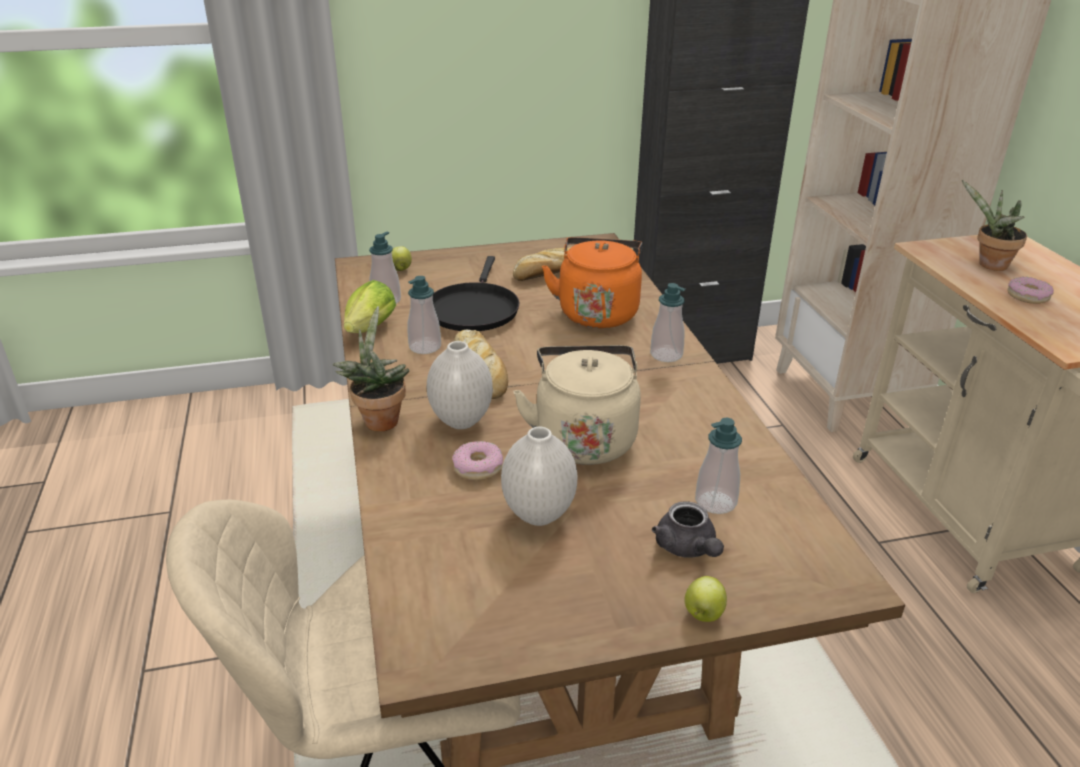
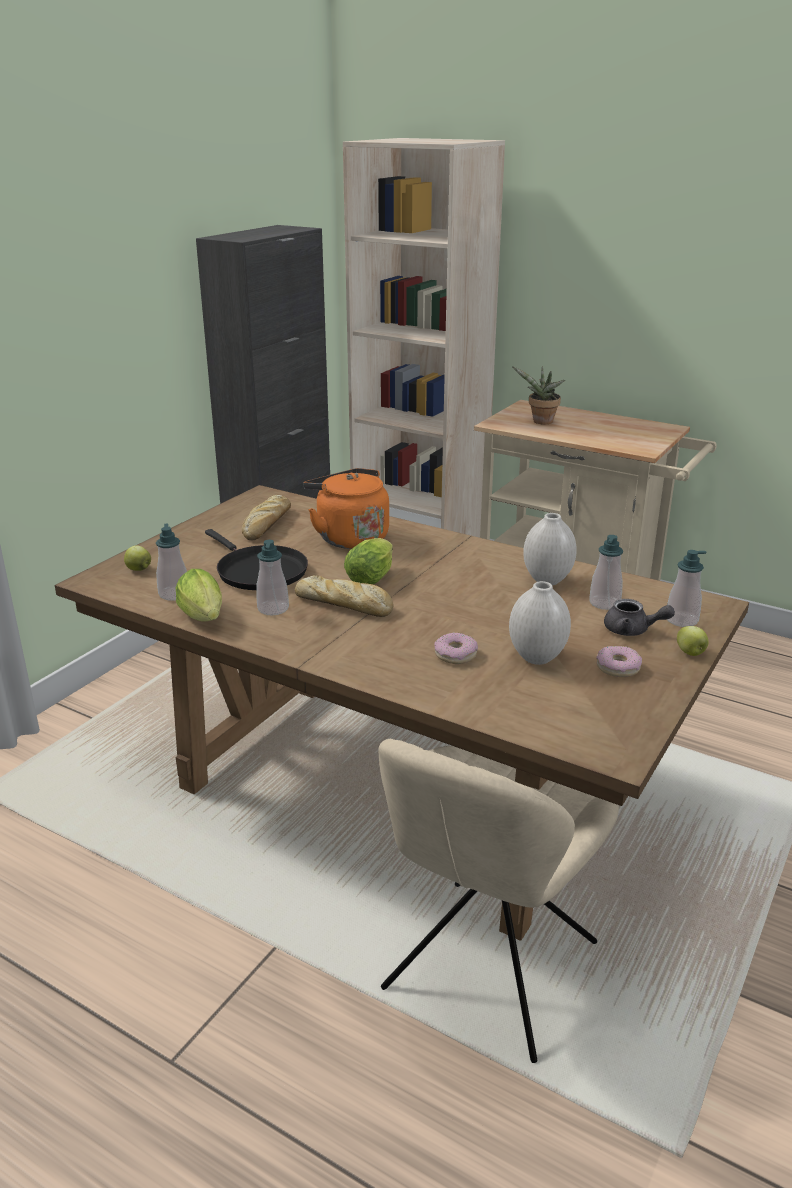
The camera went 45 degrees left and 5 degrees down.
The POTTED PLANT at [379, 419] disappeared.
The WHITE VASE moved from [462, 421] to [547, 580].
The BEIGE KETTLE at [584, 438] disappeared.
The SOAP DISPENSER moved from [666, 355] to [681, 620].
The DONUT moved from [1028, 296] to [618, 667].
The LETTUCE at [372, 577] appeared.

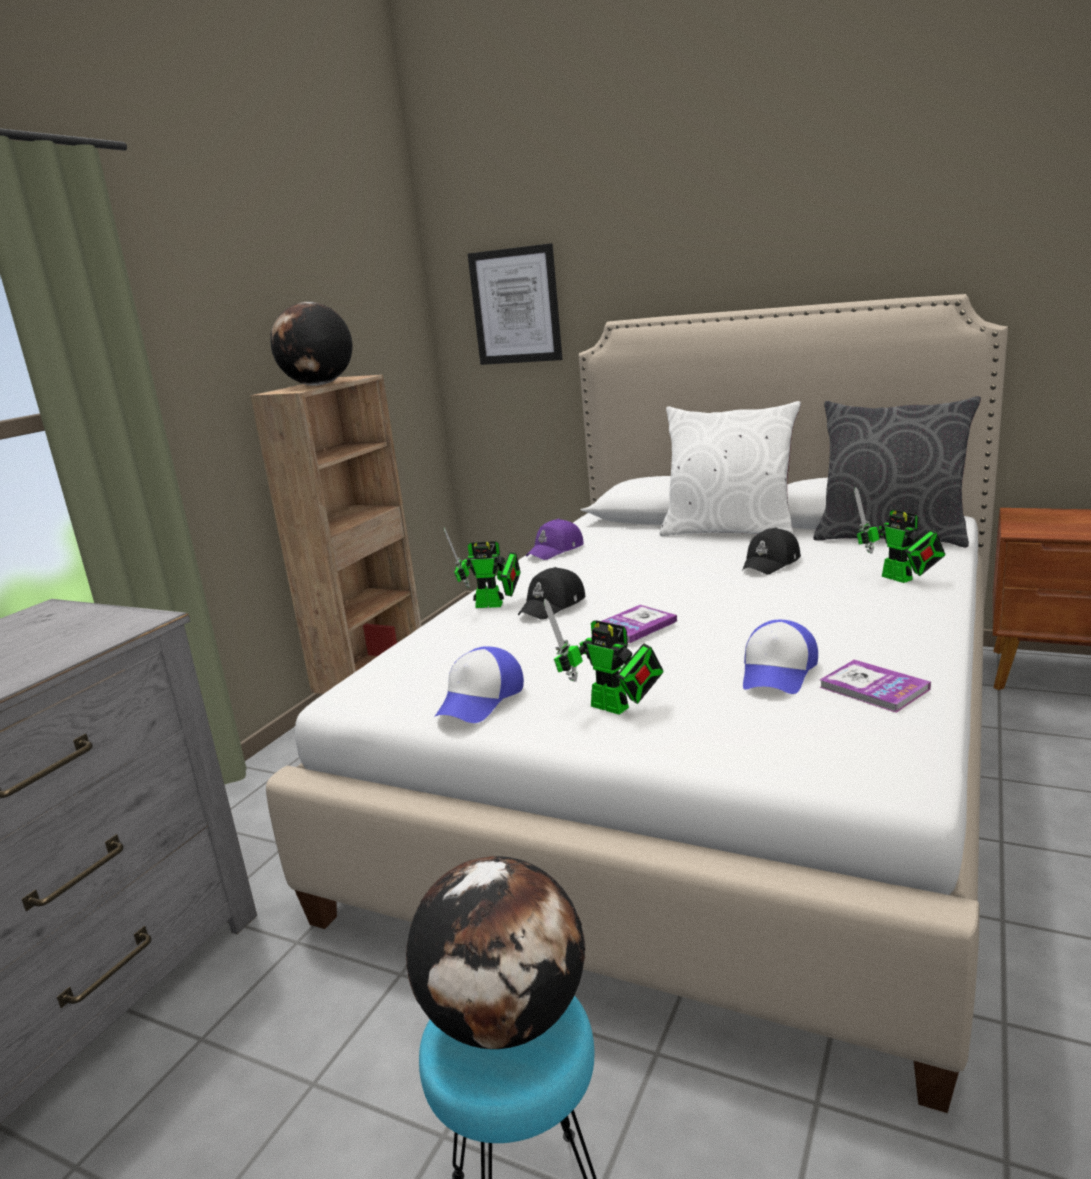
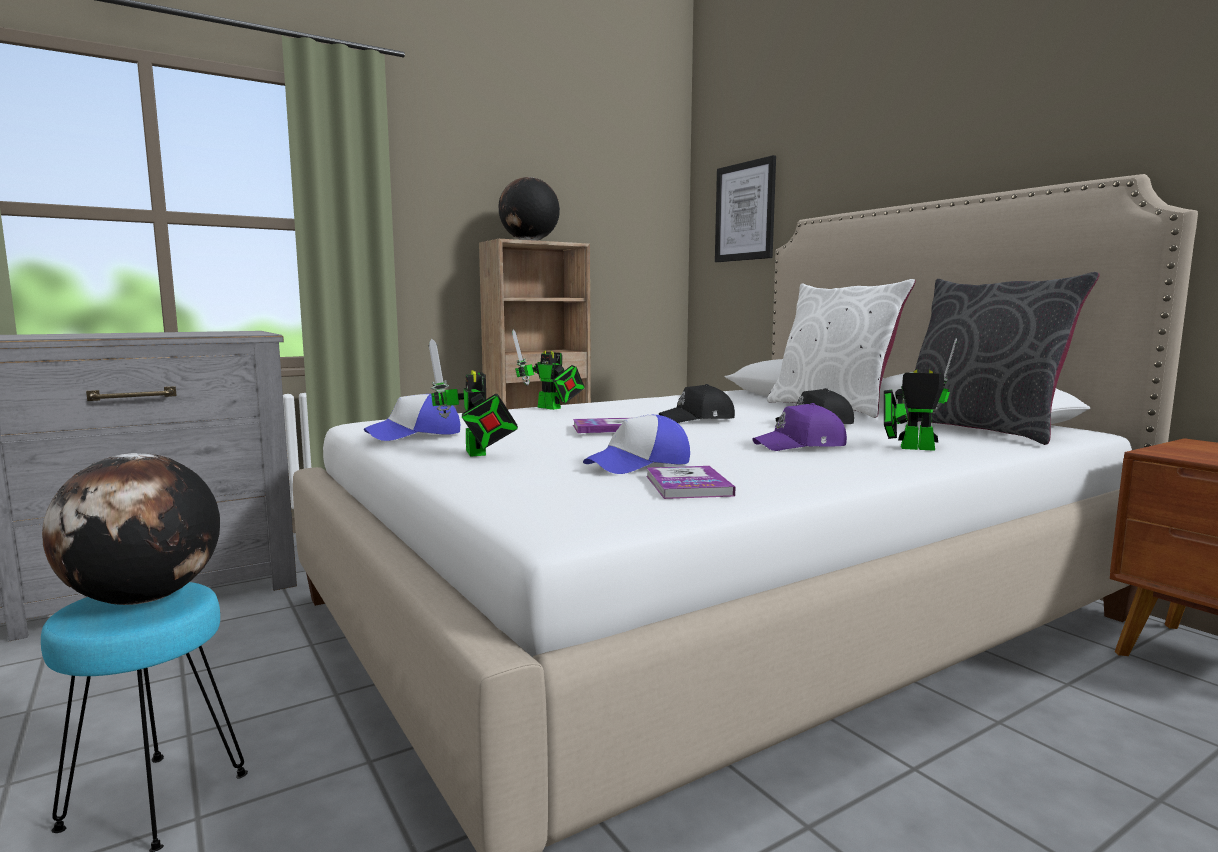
The camera went 30 degrees right and 10 degrees down.
The BLACK CAP moved from [553, 605] to [698, 419].
The PURPLE CAP moved from [556, 550] to [801, 446].
The TOY ROBOT at [901, 579] turned 105 degrees clockwise.

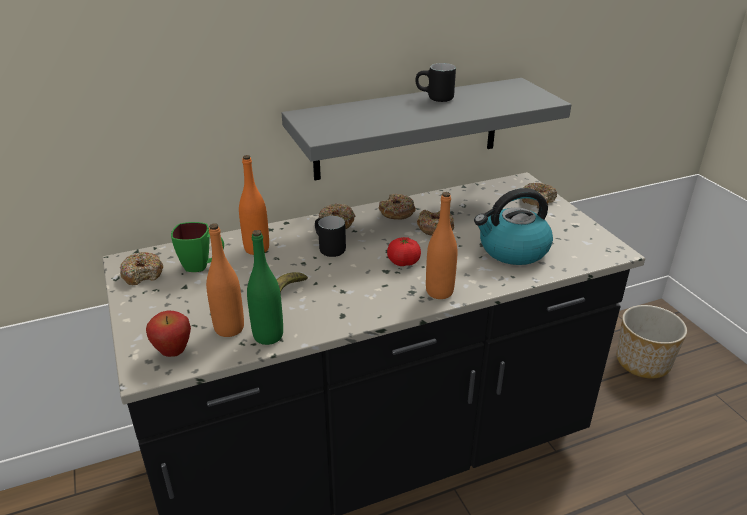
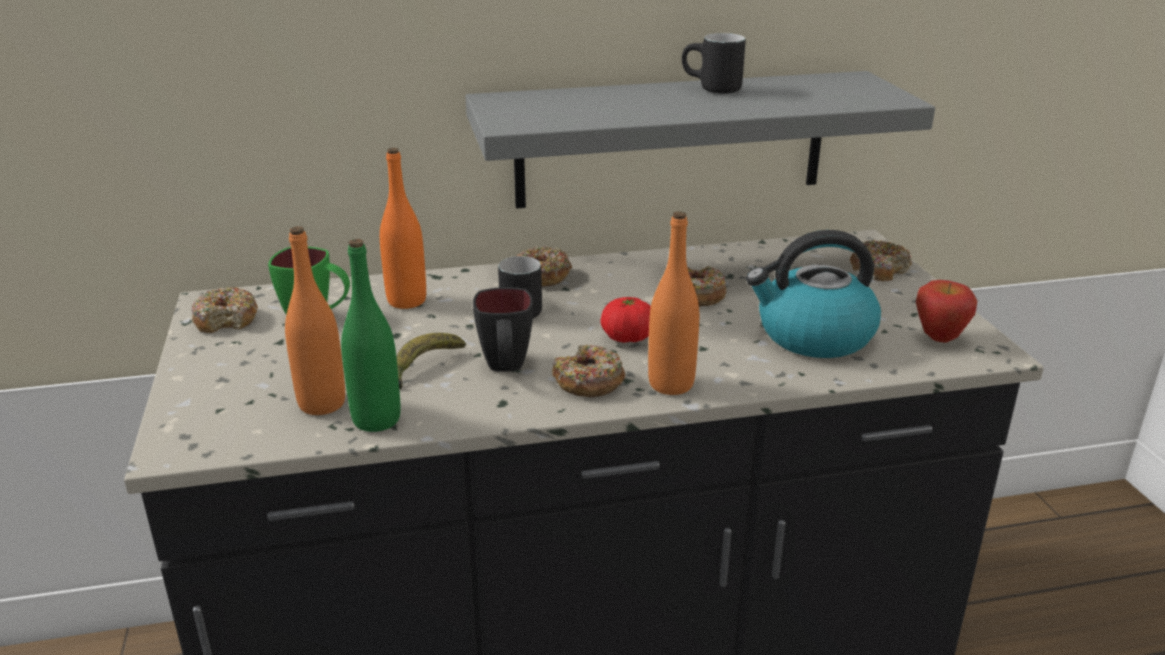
The camera went 10 degrees right and 5 degrees down.
The APPLE moved from [173, 352] to [939, 338].
The DONUT moved from [397, 212] to [589, 382].
The PLANTER at [643, 362] disappeared.
The BLACK MUG at [506, 369] appeared.

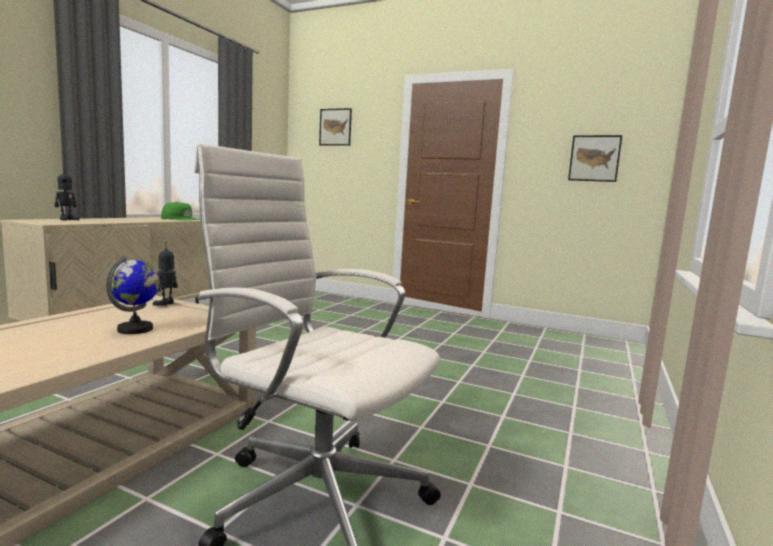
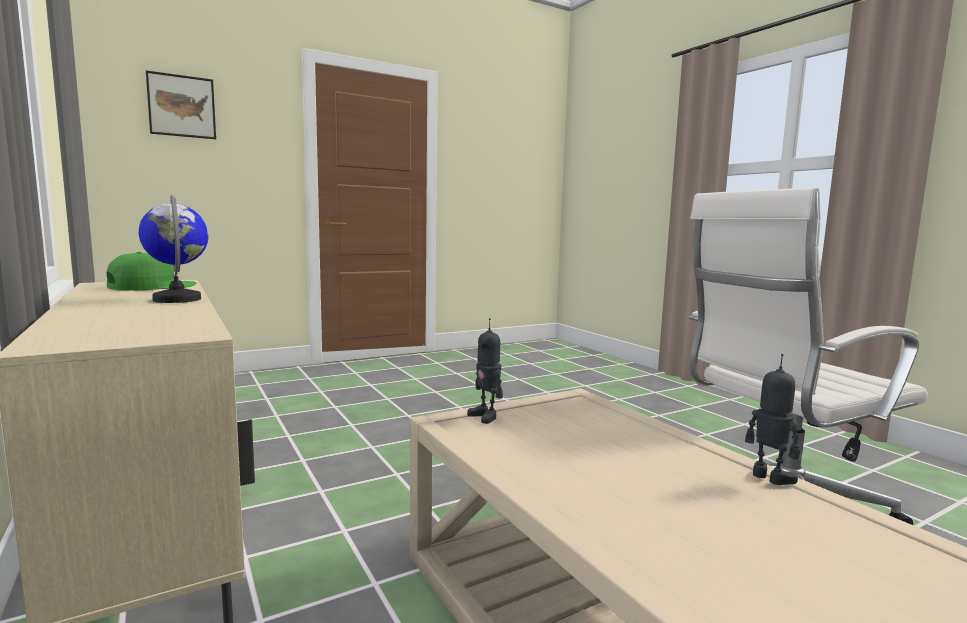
The camera went 55 degrees left and 0 degrees up.
The TOY ROBOT moved from [67, 219] to [768, 478].
The GLOBE moved from [136, 329] to [178, 299].
The PICTURE at [594, 158] disappeared.

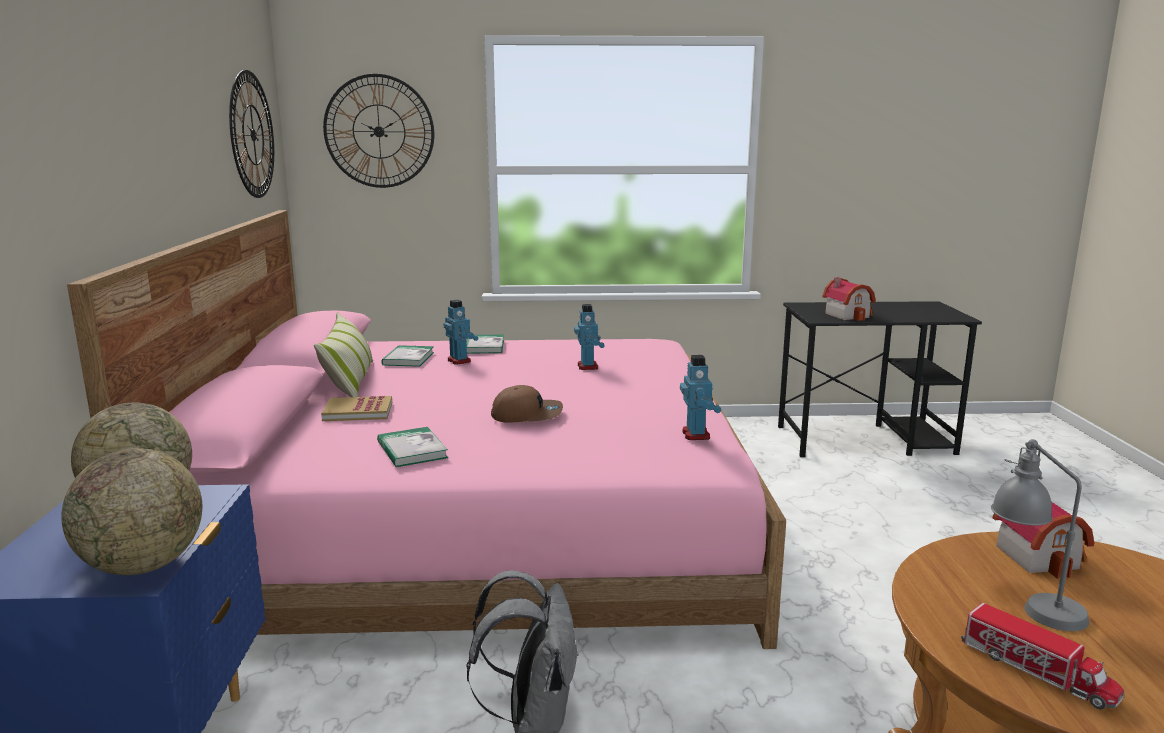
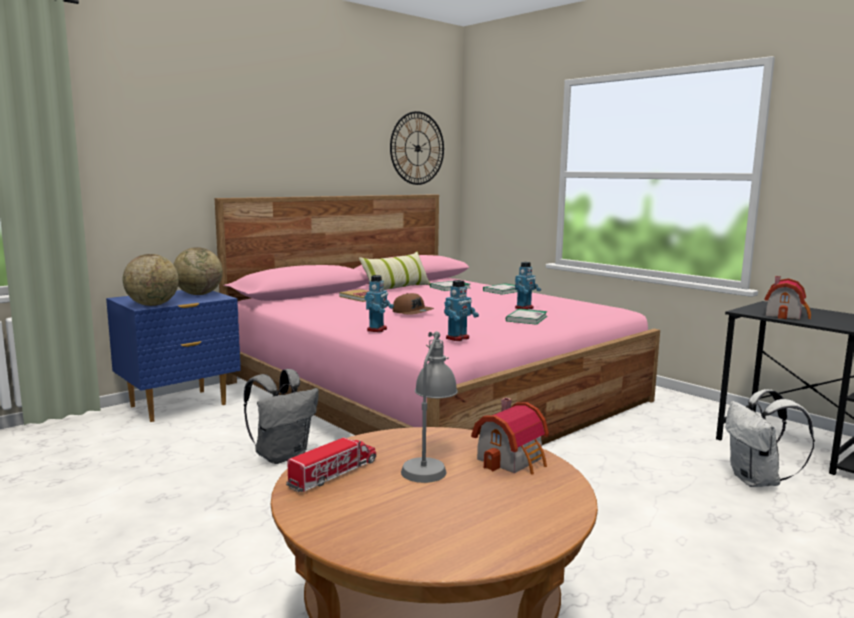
The camera went 50 degrees right and 5 degrees down.
The WALL CLOCK at [379, 131] disappeared.
The BOOK moved from [412, 450] to [526, 318].
The TOY ROBOT moved from [459, 361] to [377, 330].
The TOY TRUCK at [1037, 671] turned 150 degrees counterclockwise.
The WHITE BACKPACK at [757, 481] appeared.

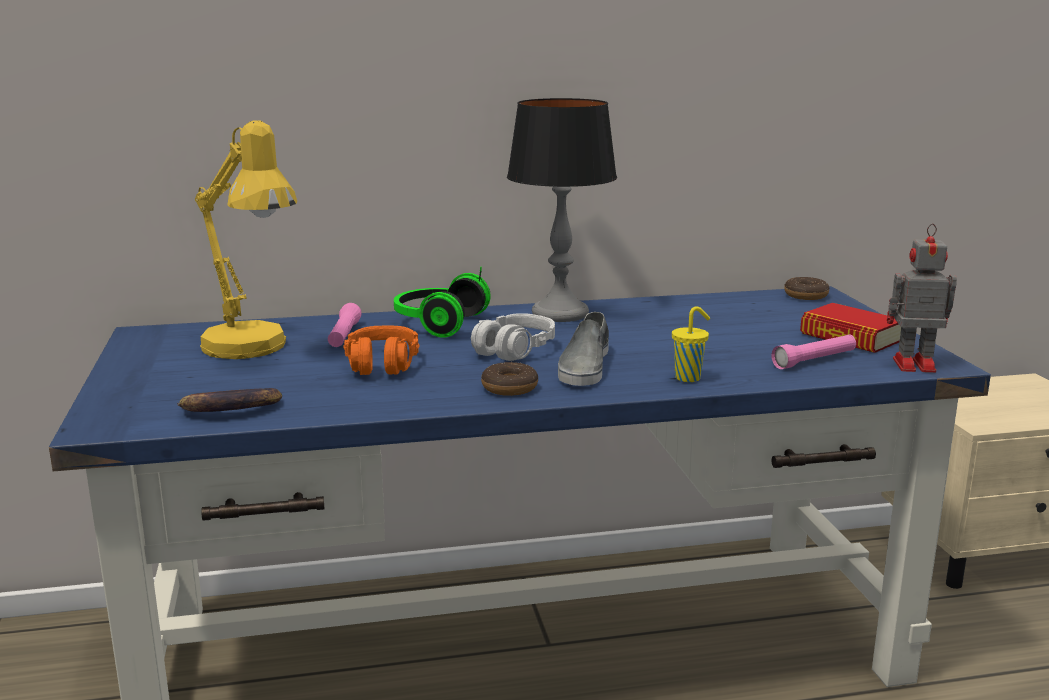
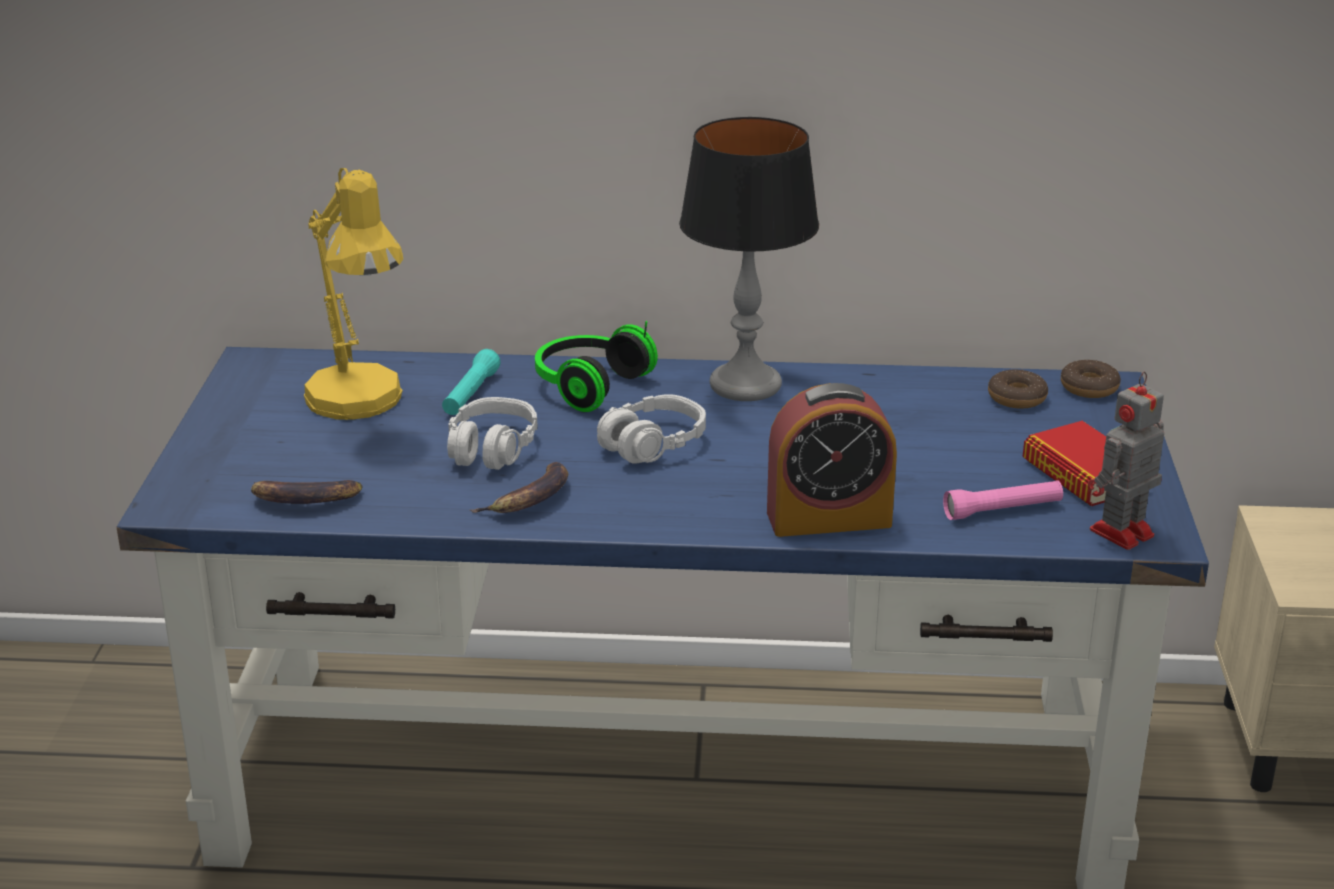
The camera went 15 degrees right and 10 degrees up.
The PINK FLASHLIGHT at [344, 335] became the TURQUOISE FLASHLIGHT at [470, 394].
The ORANGE HEADPHONES at [382, 364] became the GREY HEADPHONES at [491, 449].
The DONUT moved from [509, 388] to [1017, 398].
The GREY SHOE at [584, 367] disappeared.
The YELLOW CUP at [689, 378] was replaced by the ALARM CLOCK at [829, 519].
The TOY ROBOT at [911, 365] turned 60 degrees counterclockwise.
The BANANA at [530, 499] appeared.

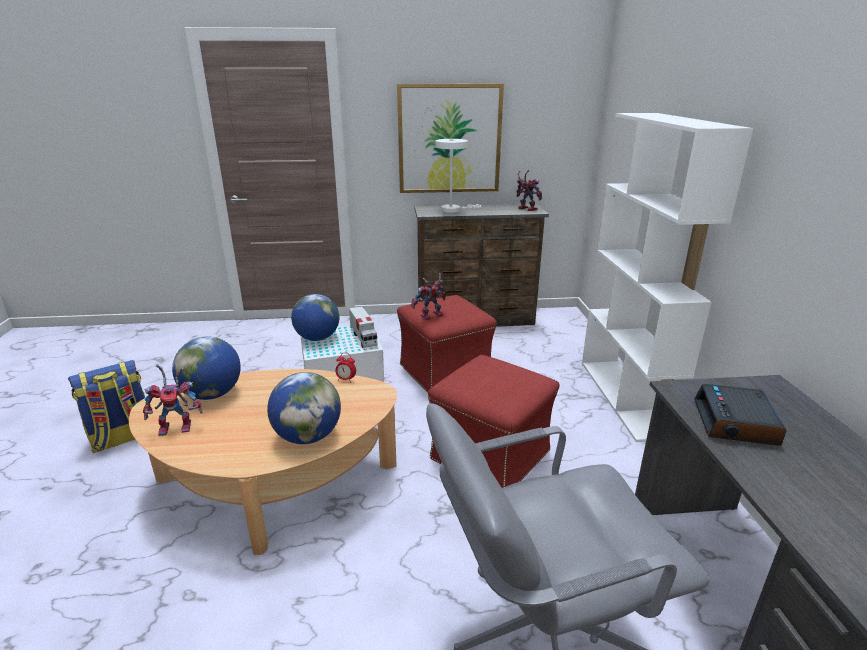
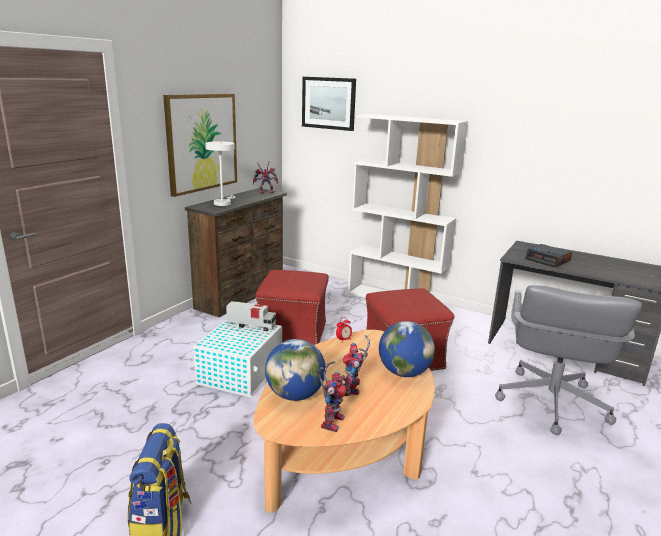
The camera went 55 degrees left and 5 degrees down.
The GLOBE at [317, 338] disappeared.
The TOY ROBOT moved from [430, 317] to [353, 389].
The PICTURE at [328, 103] appeared.

